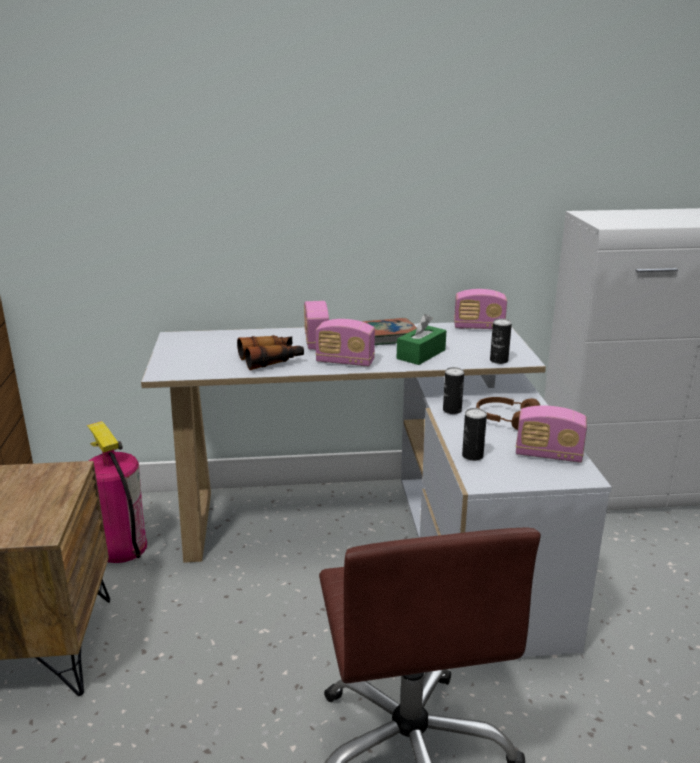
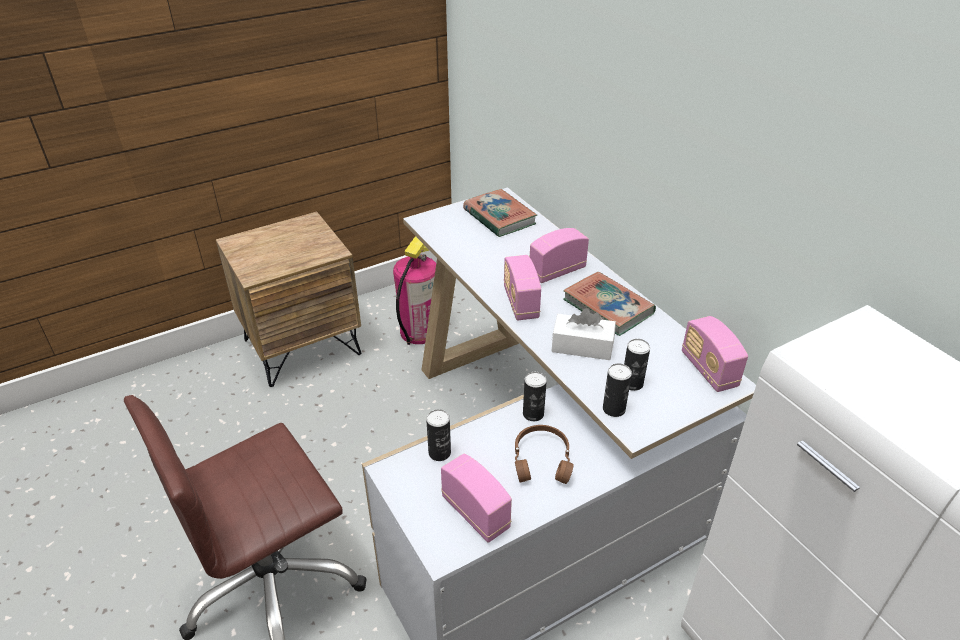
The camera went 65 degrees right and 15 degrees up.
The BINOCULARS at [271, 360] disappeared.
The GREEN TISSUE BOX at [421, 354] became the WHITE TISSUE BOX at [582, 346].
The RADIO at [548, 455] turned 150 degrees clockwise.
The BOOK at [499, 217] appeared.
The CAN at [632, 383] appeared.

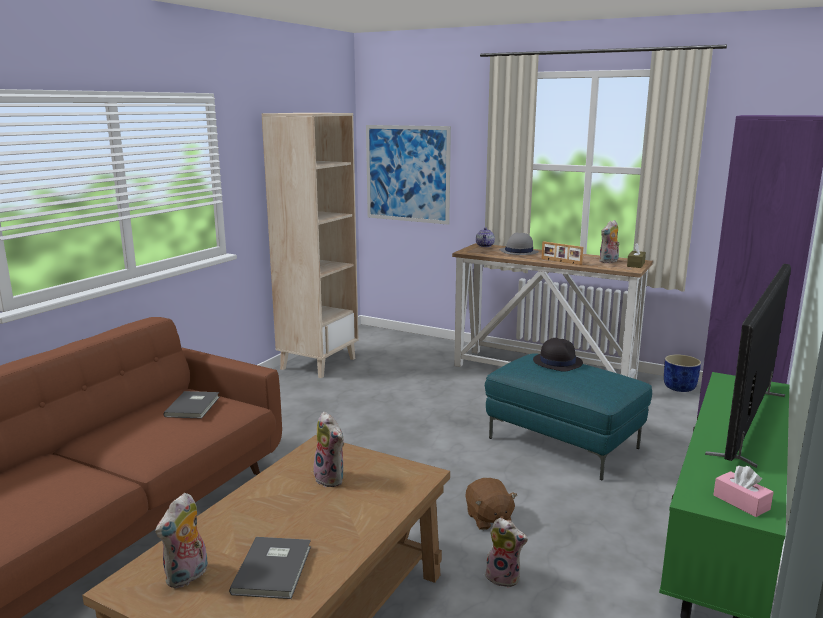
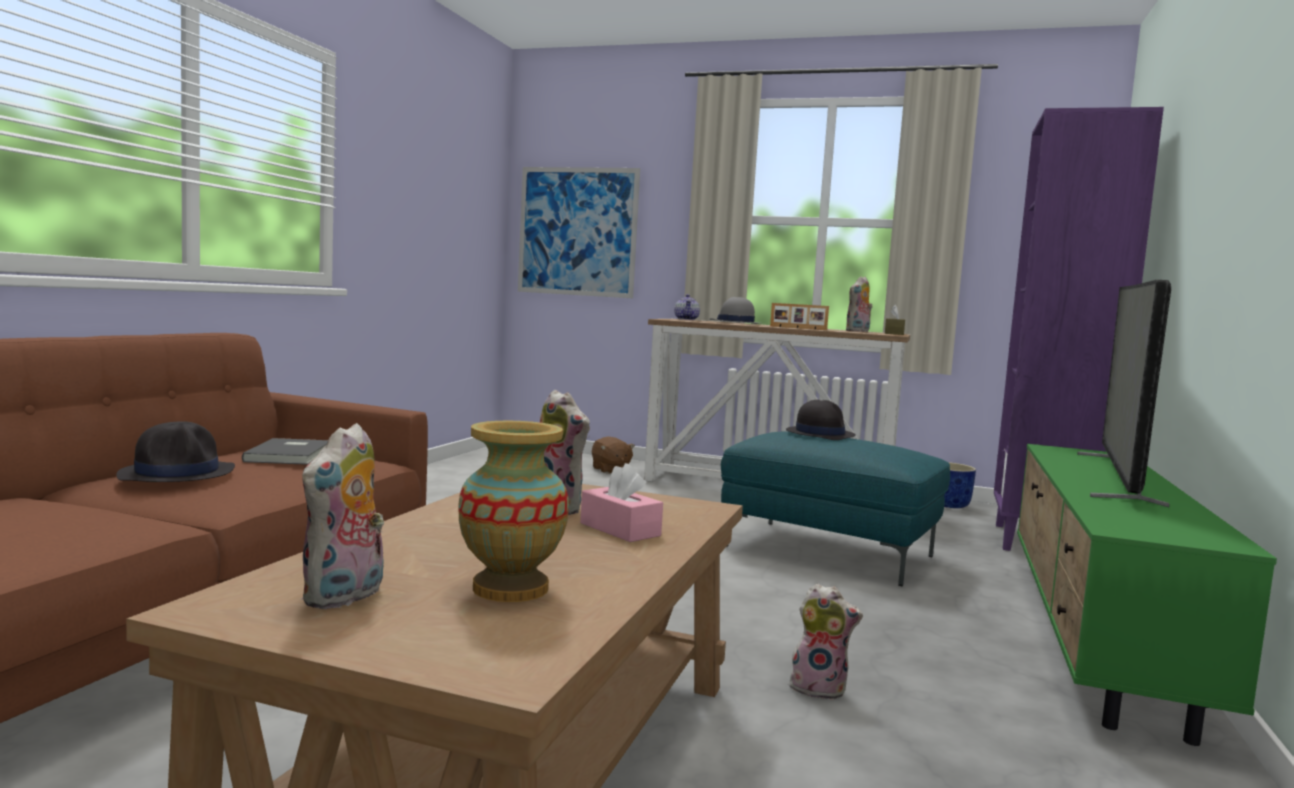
The camera went 10 degrees left and 10 degrees down.
The GREY BOOK at [275, 569] was replaced by the VASE at [511, 588].
The BEIGE BOOKCASE at [318, 363] disappeared.
The BROWN PLUSH TOY moved from [488, 519] to [610, 470].
The PINK TISSUE BOX moved from [741, 502] to [620, 529].
The BLACK HAT at [178, 473] appeared.

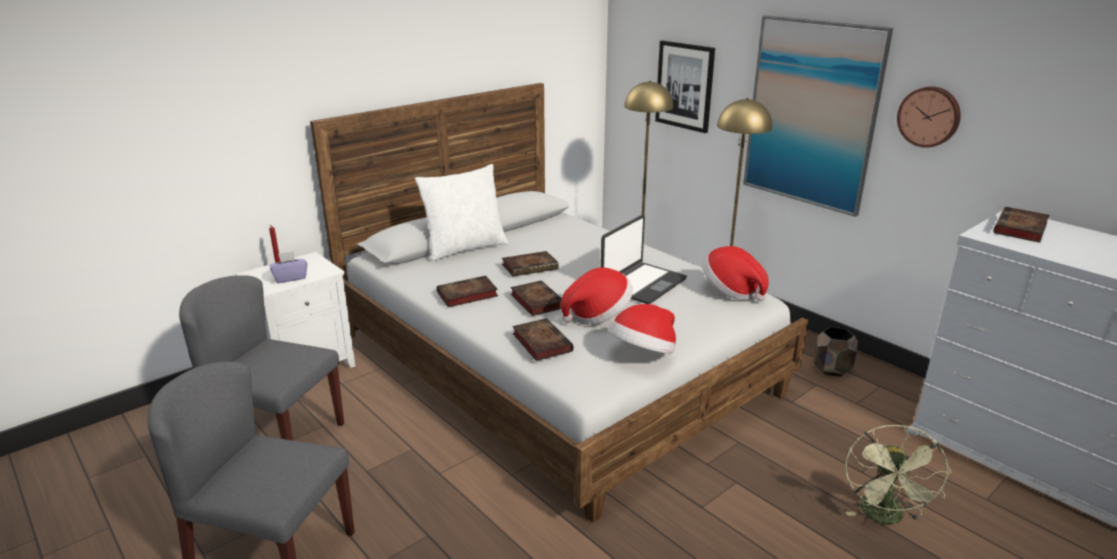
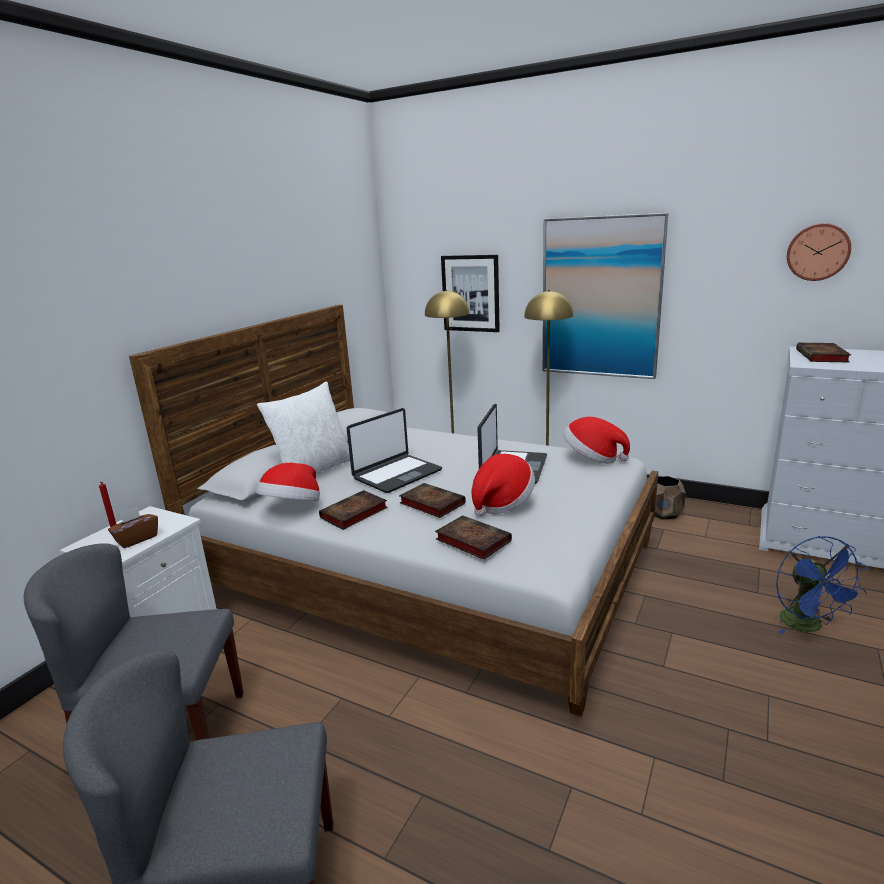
The camera went 20 degrees left and 5 degrees down.
The PURPLE TISSUE BOX at [290, 278] became the BROWN TISSUE BOX at [137, 539].
The BOOK at [531, 267] was replaced by the LAPTOP at [396, 474].
The HAT moved from [643, 353] to [293, 508].
The GREEN FAN at [885, 517] became the BLUE FAN at [808, 626].
The WALL CLOCK moved from [929, 116] to [817, 252].

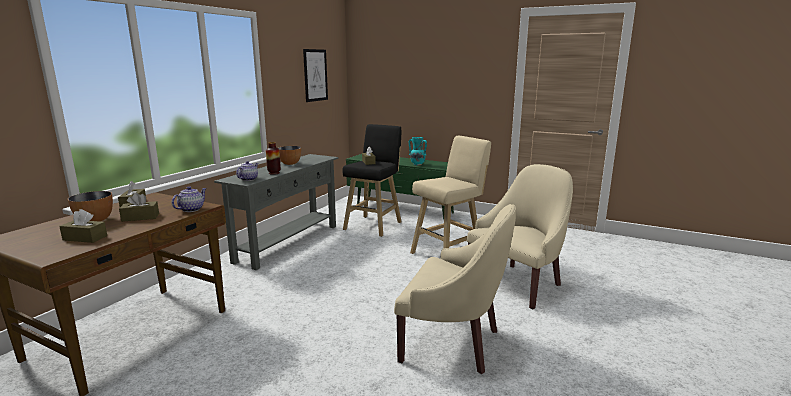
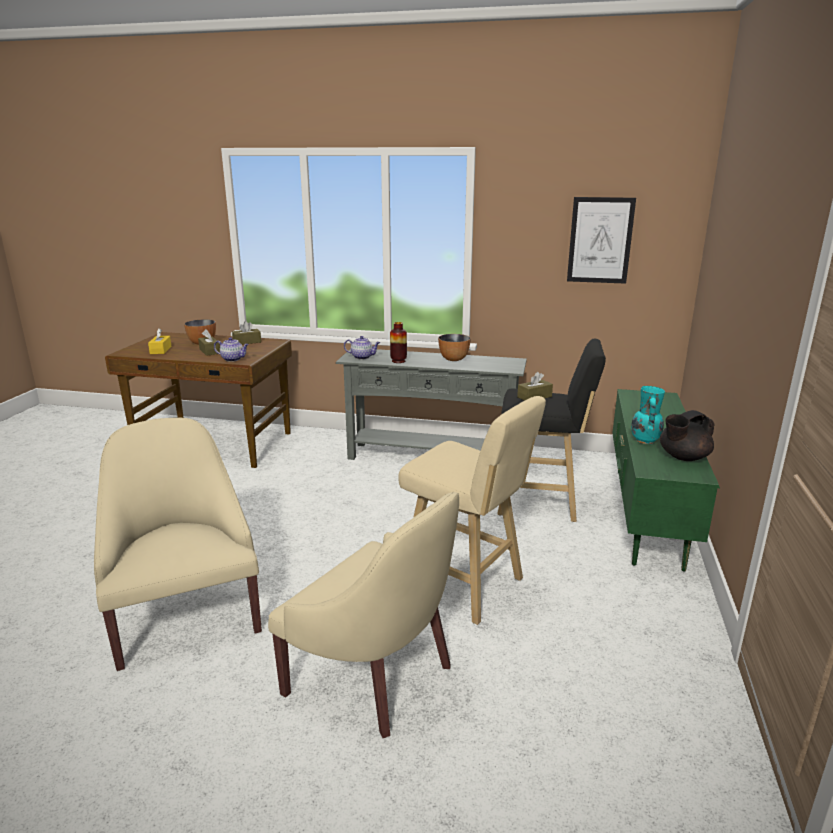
The camera went 75 degrees right and 5 degrees up.
The BROWN TISSUE BOX at [85, 238] became the YELLOW TISSUE BOX at [160, 350].
The BEIGE ARMCHAIR at [453, 342] turned 150 degrees clockwise.
The BLACK TEAPOT at [683, 457] appeared.

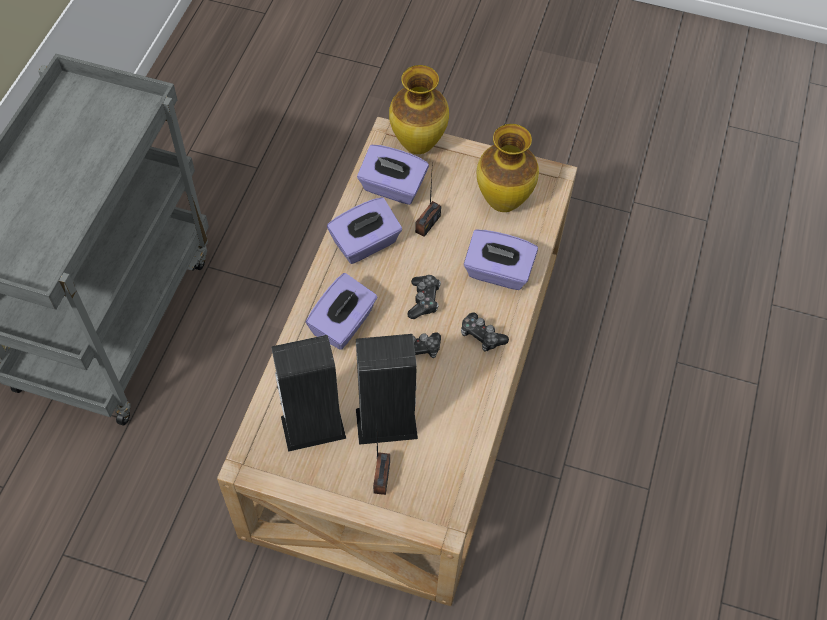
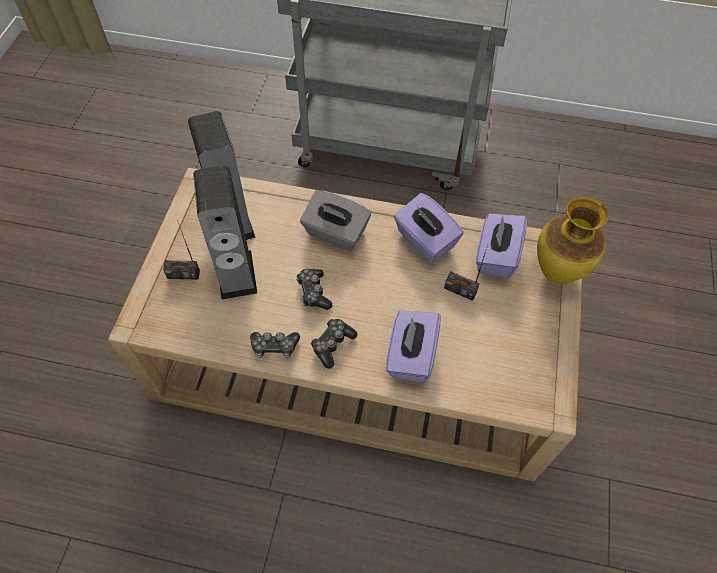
The camera went 85 degrees right and 0 degrees up.
The PURPLE TISSUE BOX at [343, 324] became the GREY TISSUE BOX at [335, 233].
The GAME CONTROLLER moved from [424, 300] to [274, 347].
The VASE at [502, 202] disappeared.

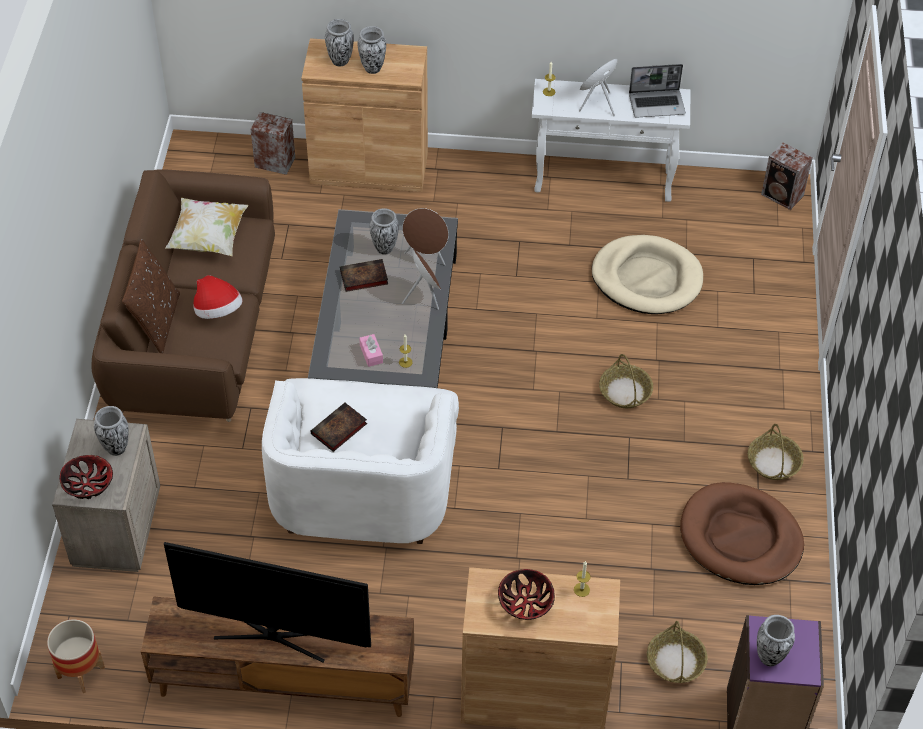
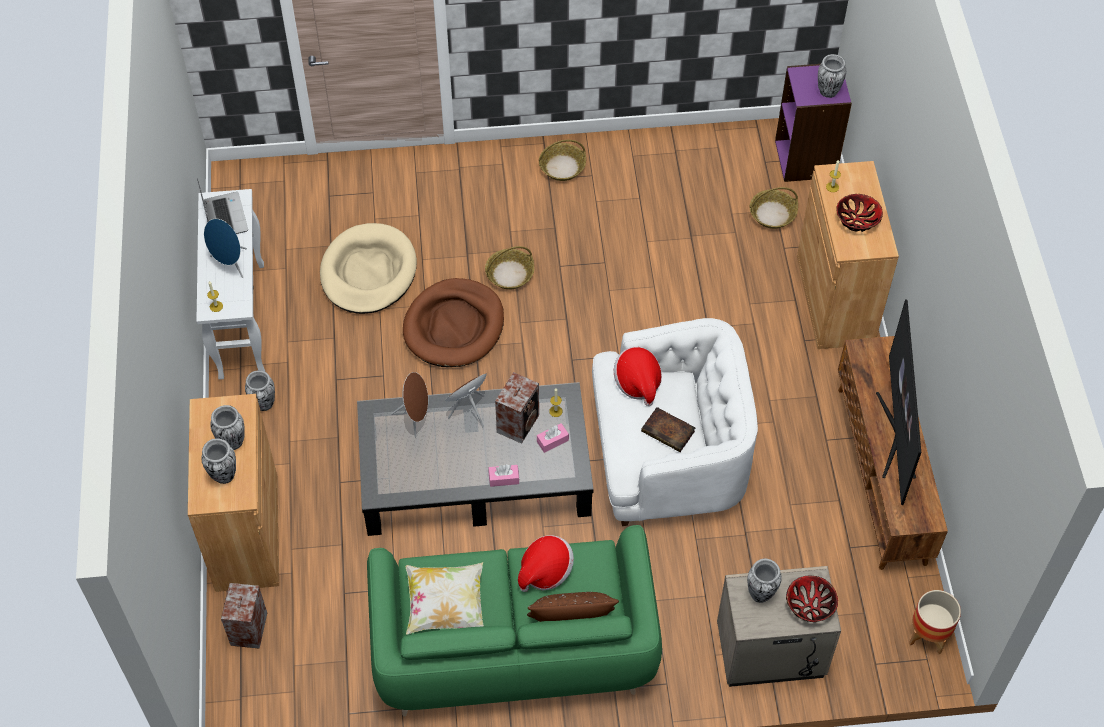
The camera went 100 degrees left and 5 degrees up.
The BROWN SOFA at [195, 333] became the GREEN SOFA at [514, 646].
The BOOK at [362, 278] disappeared.
The VASE moved from [384, 248] to [264, 404].
The BROWN DOG BED moved from [740, 538] to [454, 326].
The SPEAKER moved from [783, 196] to [519, 422].
The PINK TISSUE BOX at [504, 478] appeared.
The HAT at [637, 383] appeared.

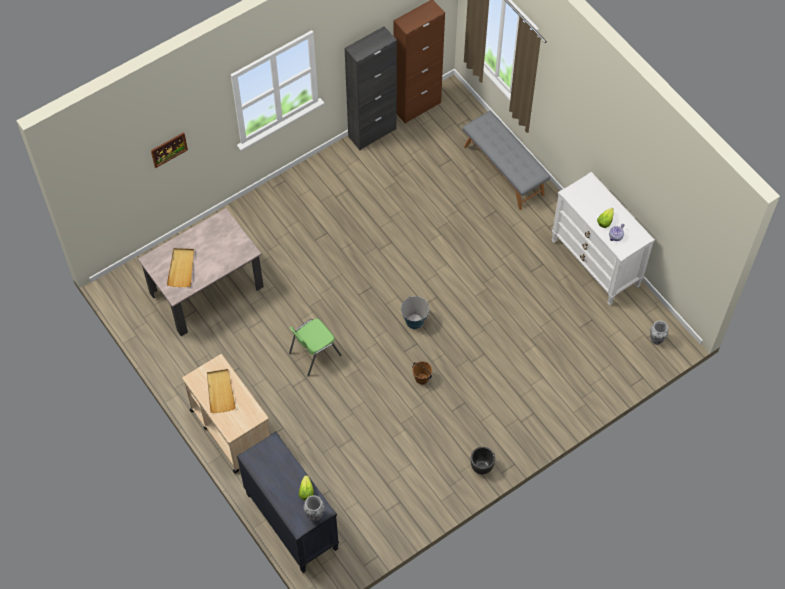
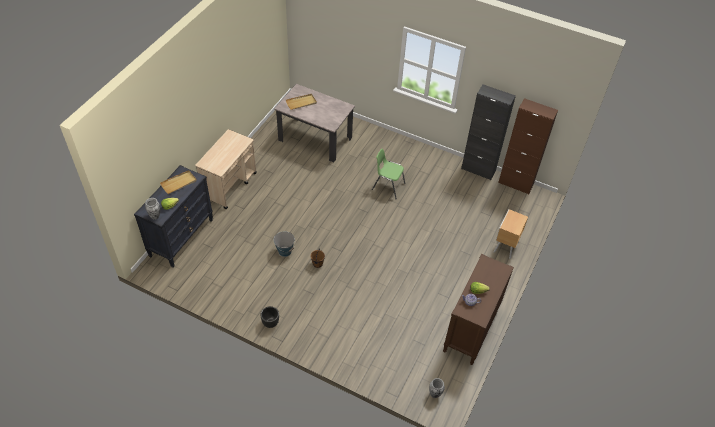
The camera went 60 degrees right and 10 degrees down.
The PICTURE at [169, 149] disappeared.
The BEIGE TRAY moved from [220, 391] to [179, 183].
The GREEN CHAIR moved from [314, 354] to [388, 186].
The BUCKET moved from [414, 321] to [285, 251].
The GREY BENCH at [504, 170] was replaced by the BROWN NIGHTSTAND at [505, 247].
The WHITE DRESSER at [595, 263] became the BROWN DRESSER at [471, 329].

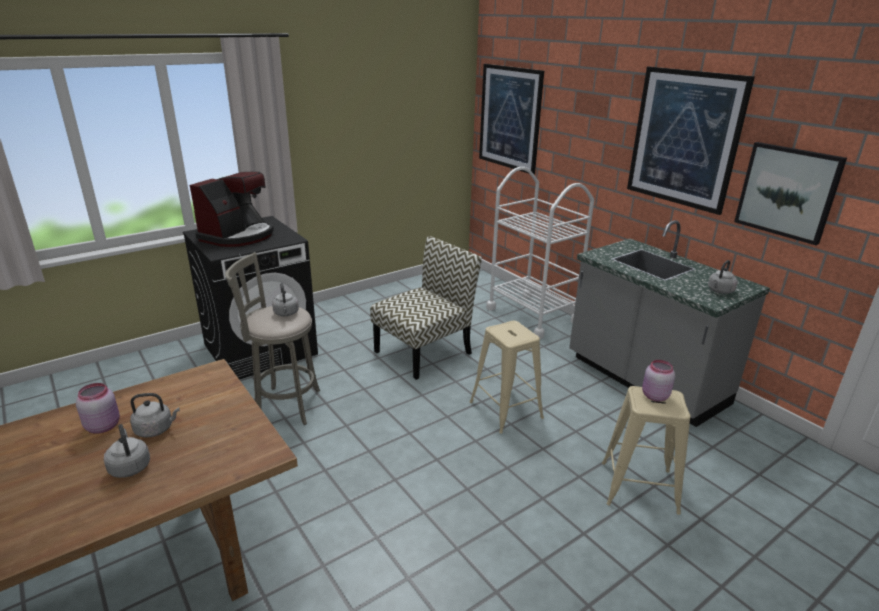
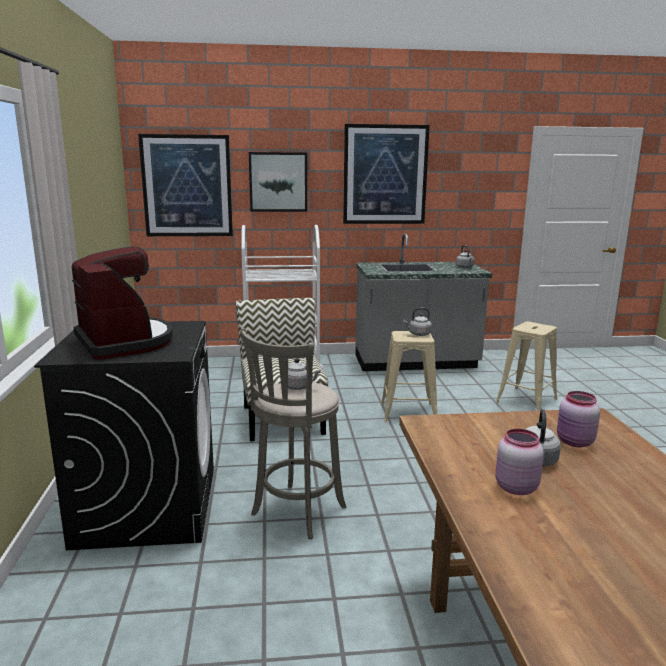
The camera went 60 degrees left and 10 degrees down.
The GREY KETTLE moved from [130, 466] to [418, 334].
The PINK JAR moved from [654, 396] to [574, 442].
The PICTURE moved from [787, 192] to [278, 182].

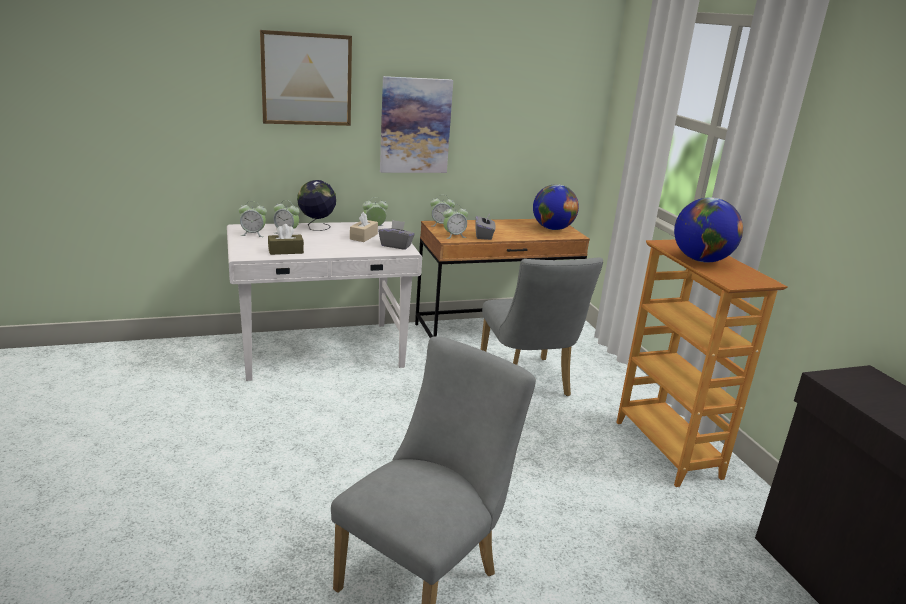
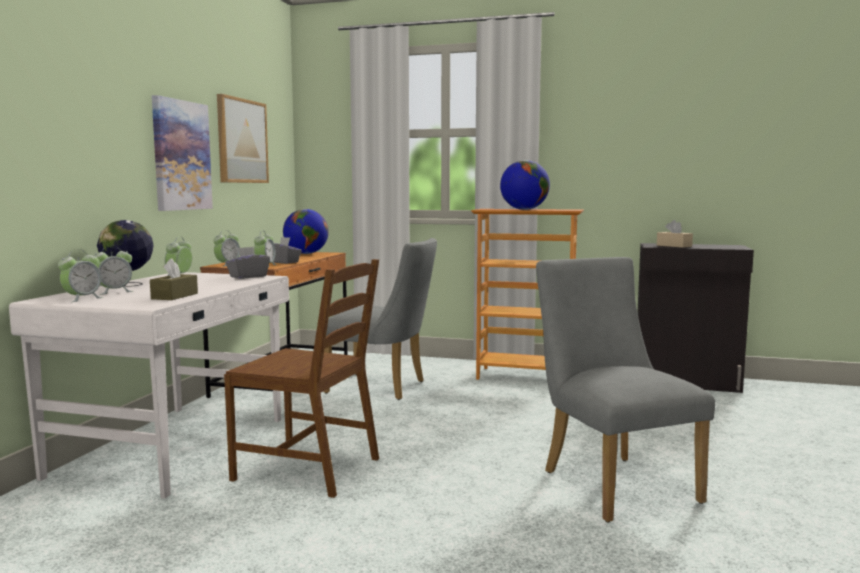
The camera went 55 degrees left and 15 degrees down.
The PICTURE moved from [306, 79] to [241, 141].
The BEIGE TISSUE BOX moved from [363, 236] to [674, 246].
The BROWN CHAIR at [309, 468] appeared.

